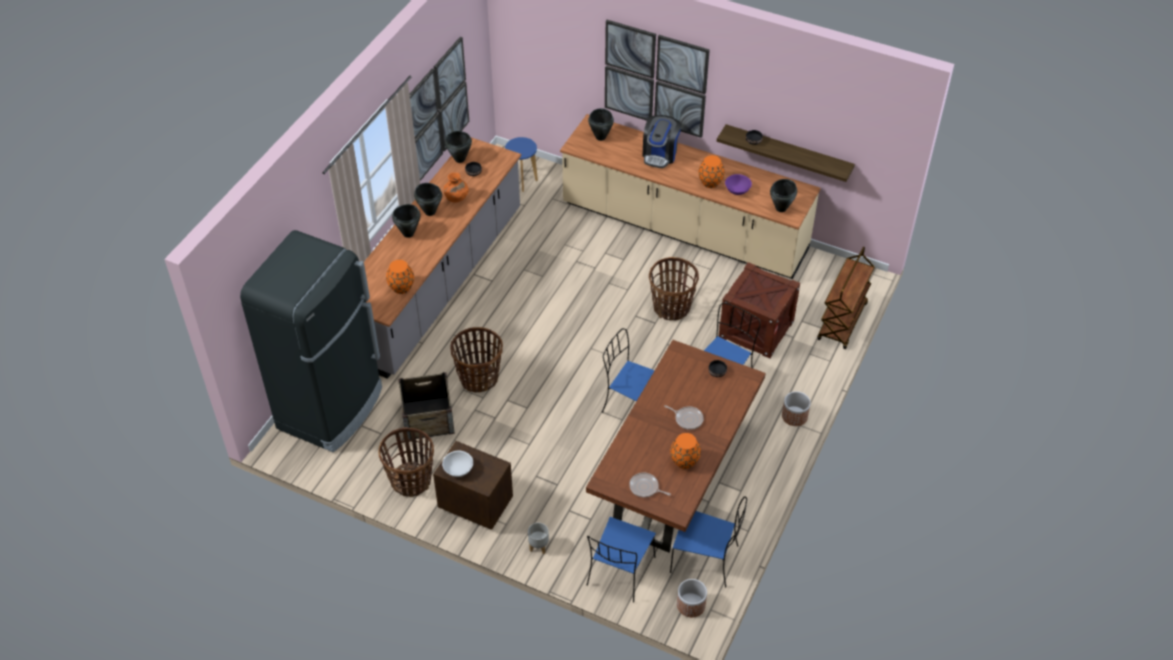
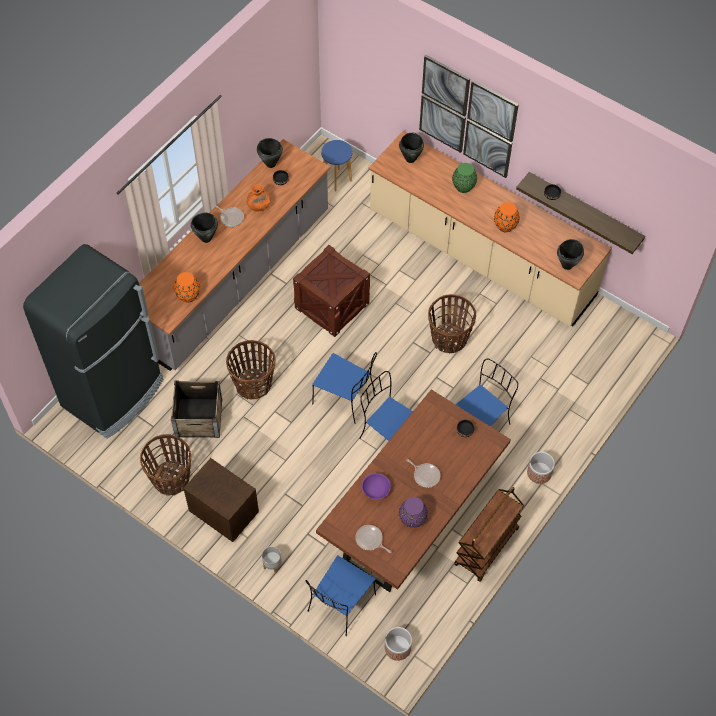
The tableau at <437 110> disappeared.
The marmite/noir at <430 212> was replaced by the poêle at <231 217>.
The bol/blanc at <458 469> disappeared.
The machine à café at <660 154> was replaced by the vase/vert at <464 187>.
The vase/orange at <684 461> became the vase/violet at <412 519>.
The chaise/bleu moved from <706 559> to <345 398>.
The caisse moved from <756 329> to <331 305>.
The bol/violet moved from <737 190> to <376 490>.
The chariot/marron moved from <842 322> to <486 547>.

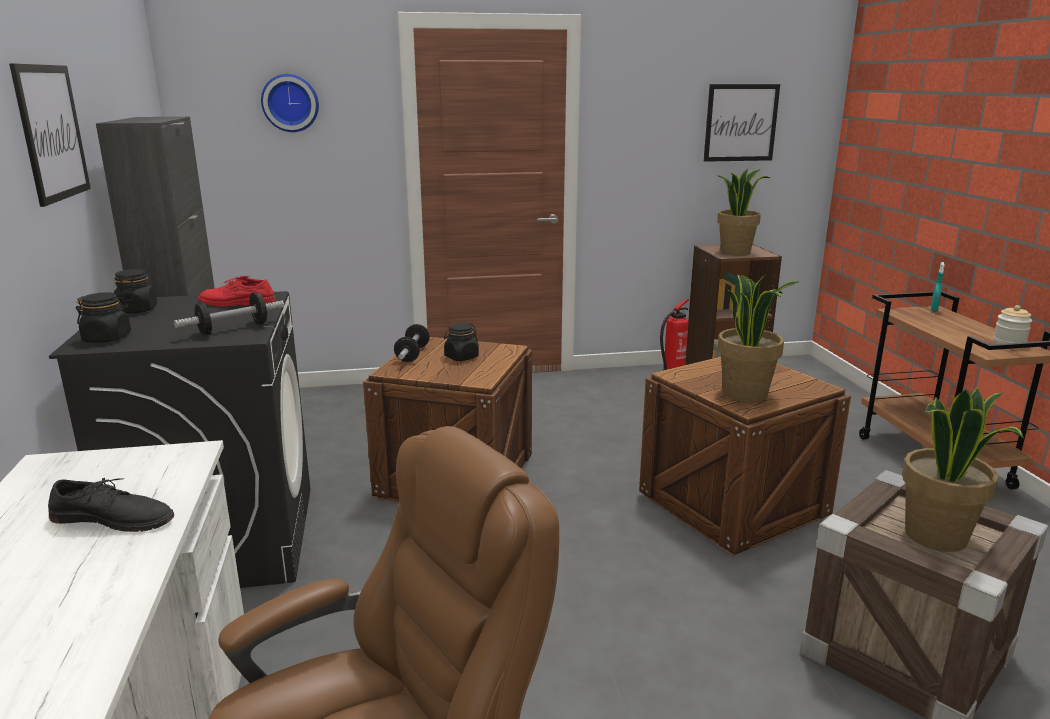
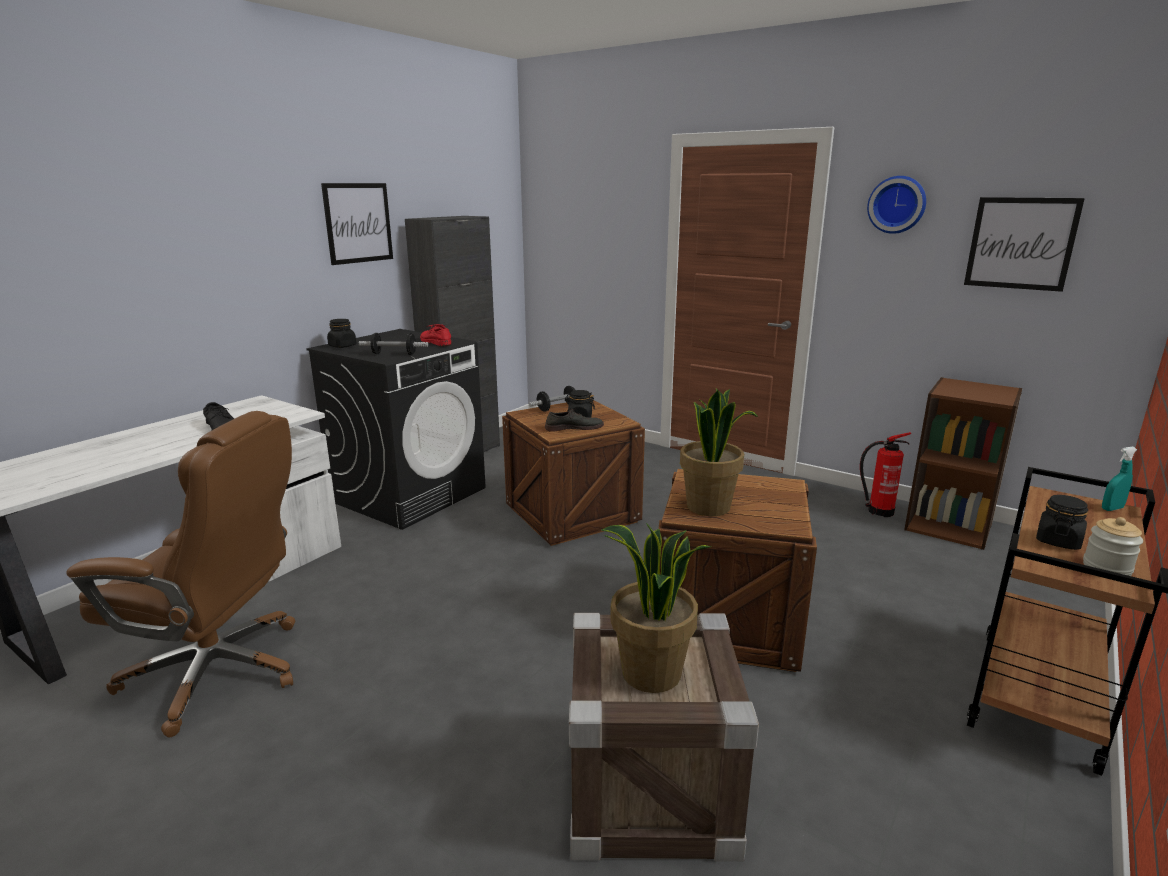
The bocal/noir moved from <137 310> to <1058 541>.
The horloge murale moved from <290 103> to <897 204>.
The plante en pot at <735 252> disappeared.
The chaussure/gris at <574 427> appeared.

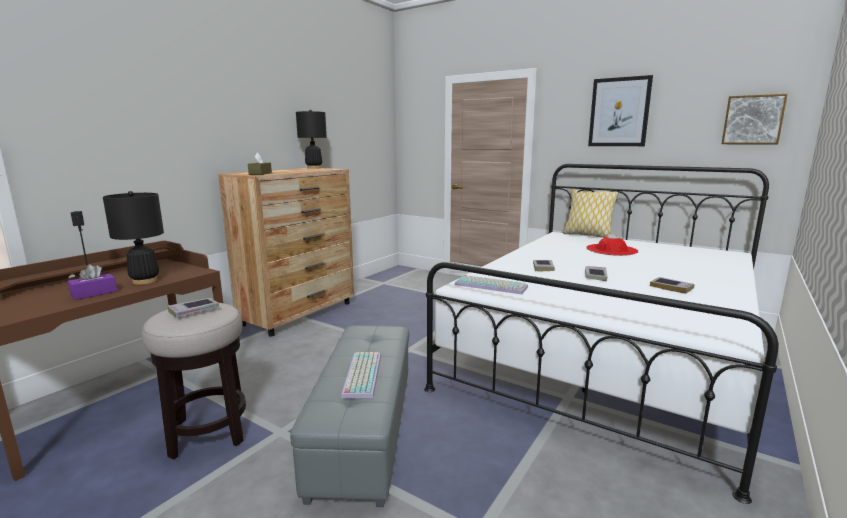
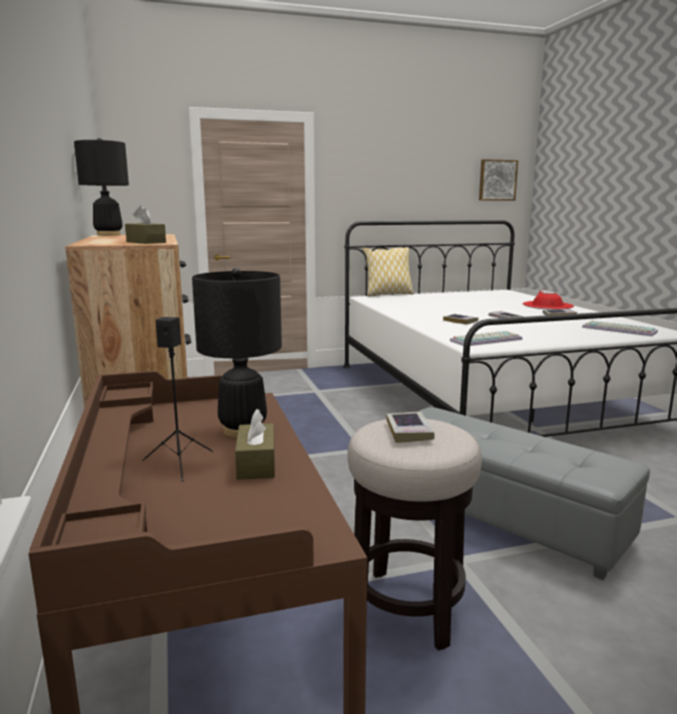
The boîte à mouchoirs/violet at <94 293> became the boîte à mouchoirs/marron at <256 463>.
The clavier moved from <361 374> to <617 330>.
The chapeau/rouge moved from <611 250> to <547 305>.
The tableau at <619 112> disappeared.

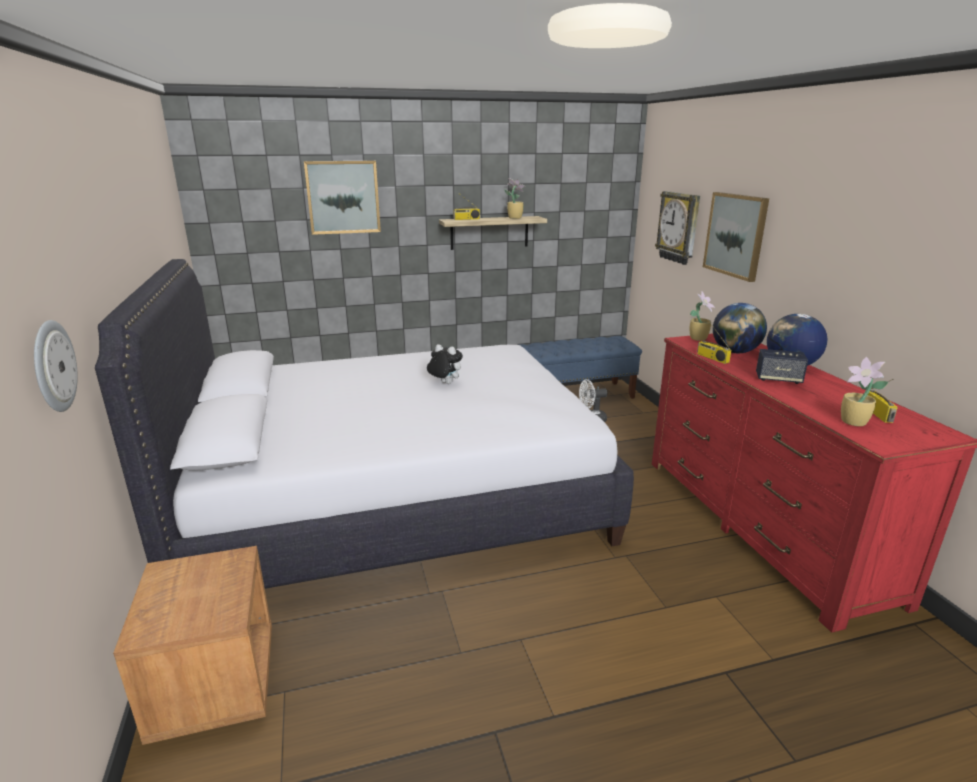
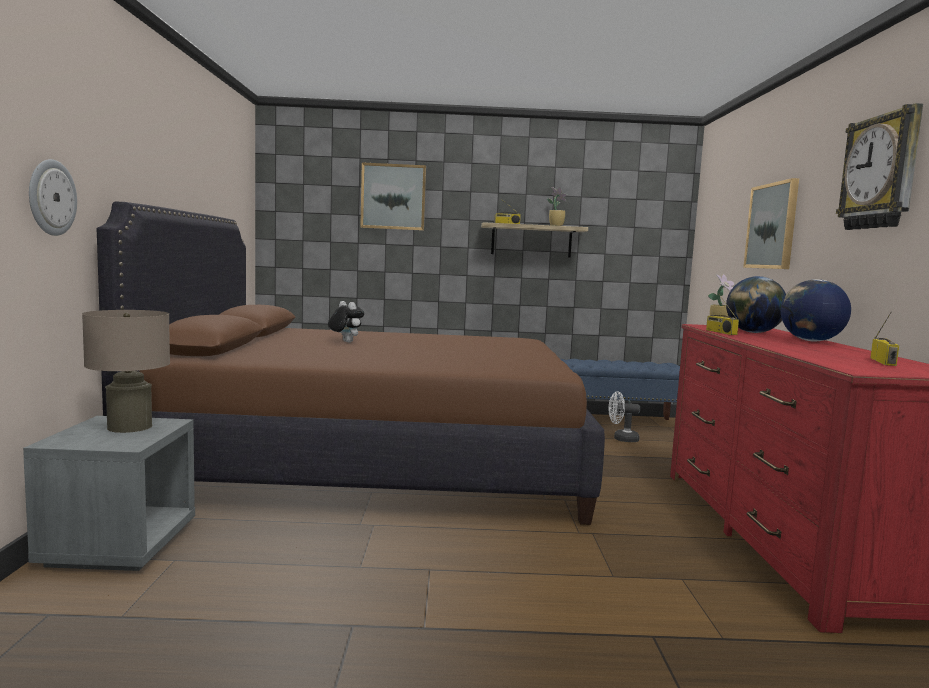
The lit/blanc at <396 500> became the lit/marron at <375 463>.
The table de chevet/marron at <215 684> became the table de chevet/gris at <119 544>.
The peluche moved from <444 383> to <345 342>.
The horloge murale moved from <679 227> to <881 172>.
The enceinte at <778 379> disappeared.
The plante en pot at <854 423> disappeared.
The lampe de table/beige at <129 427> appeared.

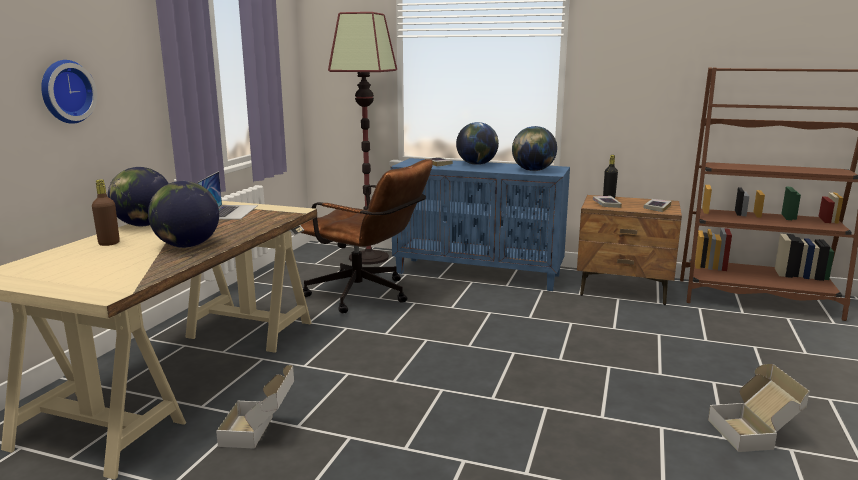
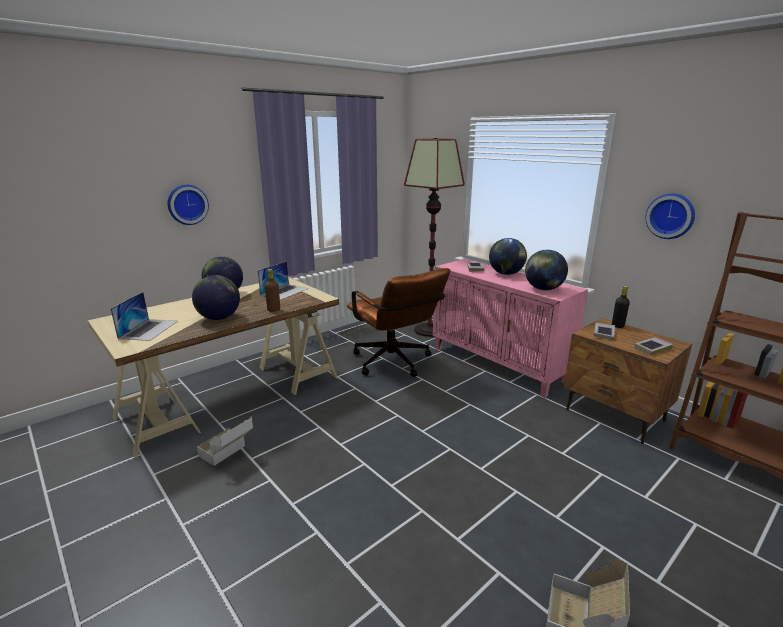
The bouteille/marron moved from <109 243> to <274 310>.
The meuble de rangement/bleu at <479 274> became the meuble de rangement/rose at <498 364>.
The ordinateur portable at <149 329> appeared.
The horloge murale at <671 216> appeared.

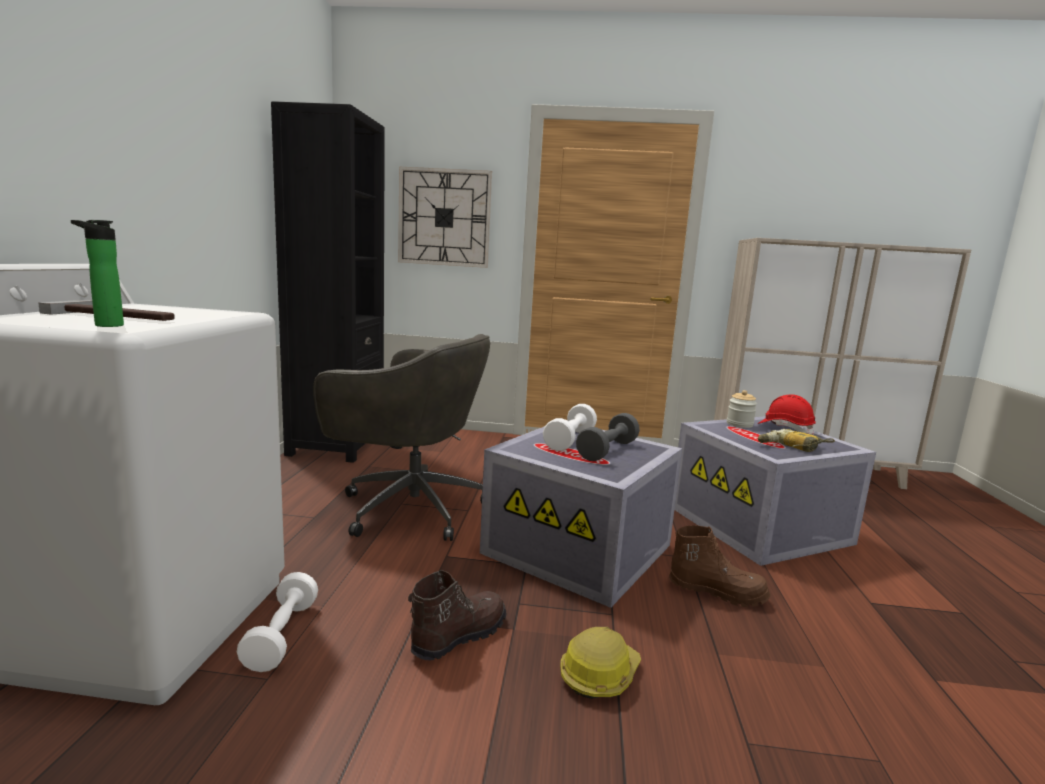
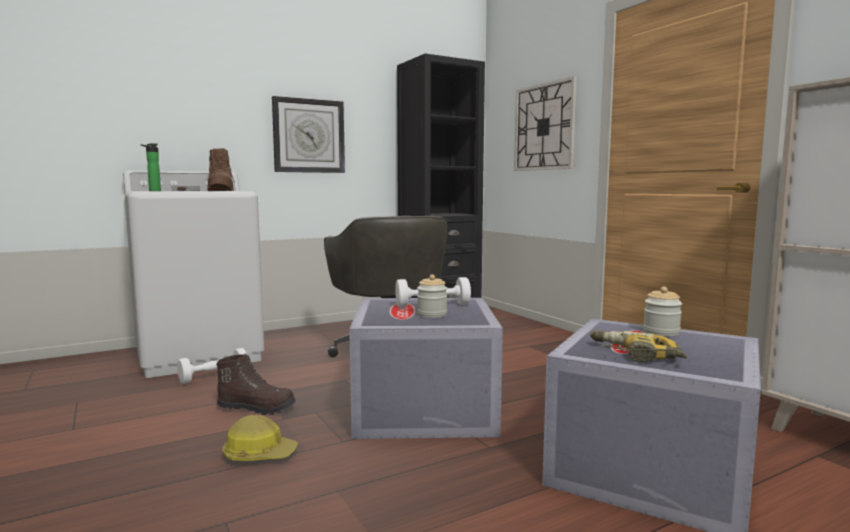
The haltère/gris at <607 451> was replaced by the bocal at <432 314>.
The botte/marron moved from <716 592> to <221 191>.
The casque de chantier/rouge at <785 428> disappeared.
The horloge murale at <309 136> appeared.

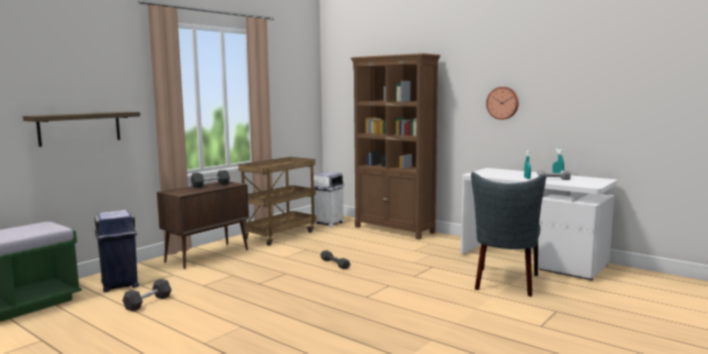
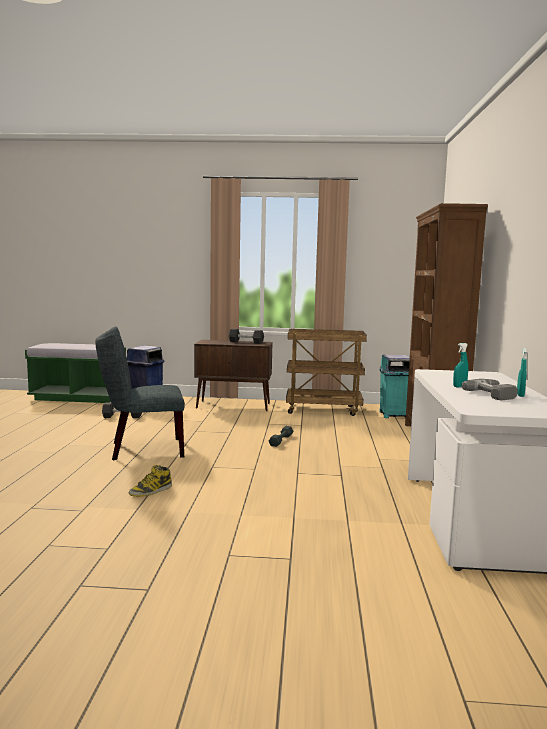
The étagère at <80 128> disappeared.
The poubelle/blanc at <328 223> became the poubelle/turquoise at <393 415>.
The chaise/gris moved from <505 283> to <142 449>.
The horloge murale at <503 103> disappeared.
The botte at <151 491> appeared.

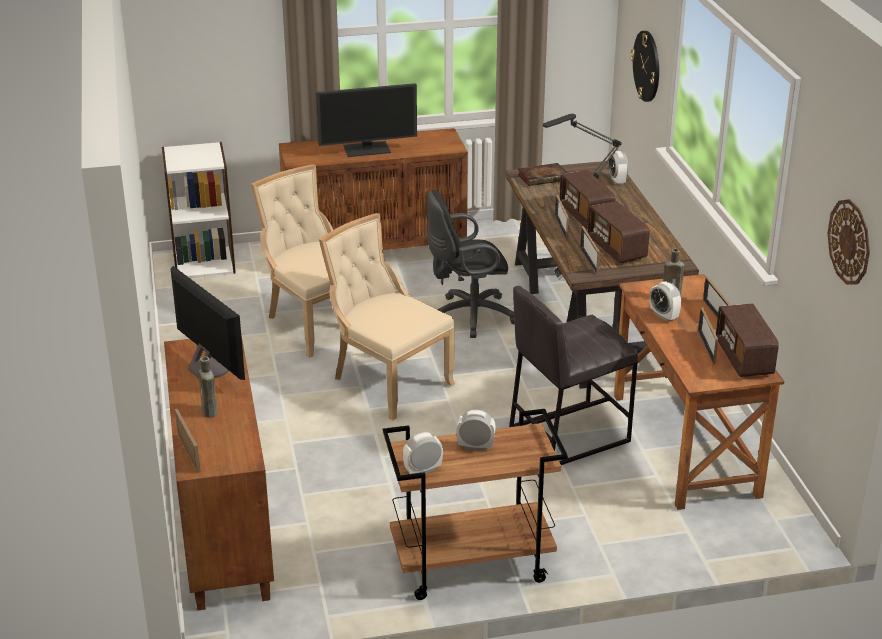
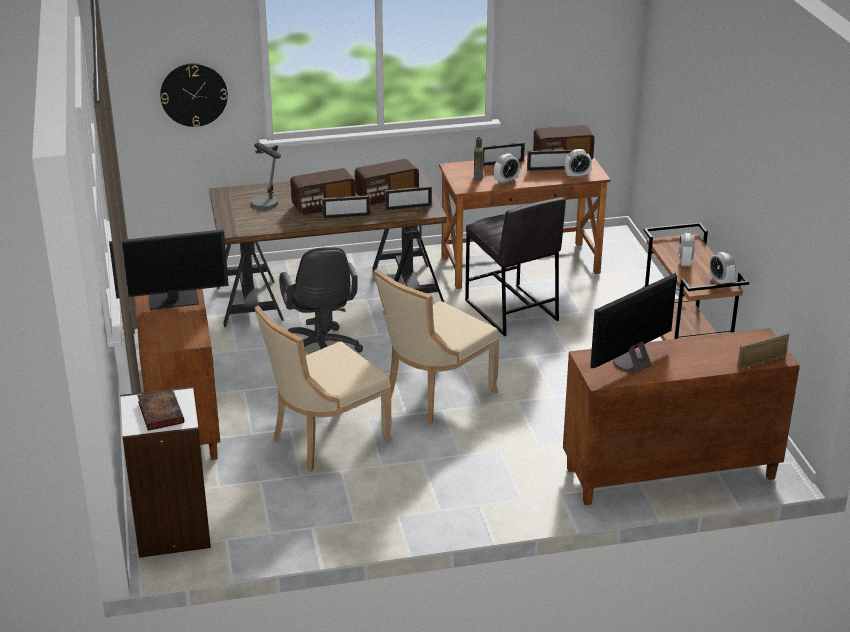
The bouteille/marron at <210 412> disappeared.
The écran d'ordinateur at <367 149> turned 90 degrees clockwise.
The livre moved from <544 177> to <160 412>.
The réveil moved from <617 181> to <577 176>.
The horloge murale at <849 242> disappeared.

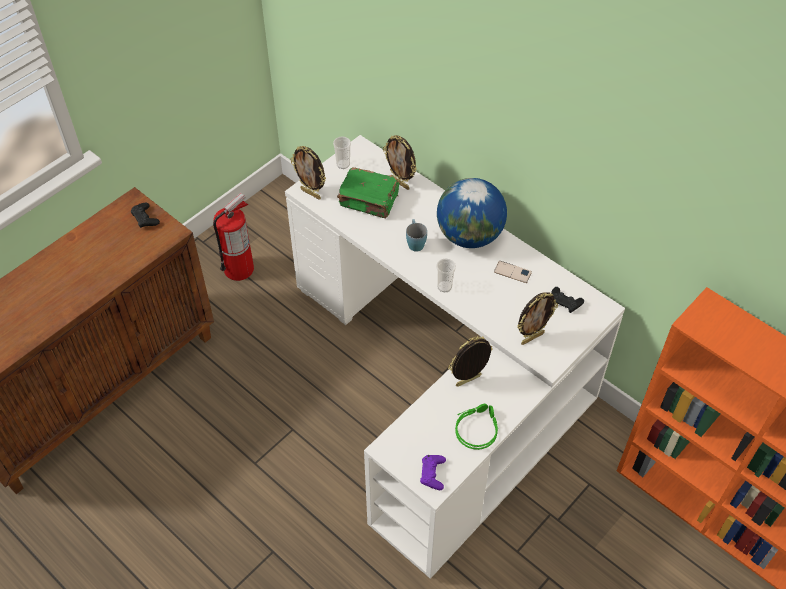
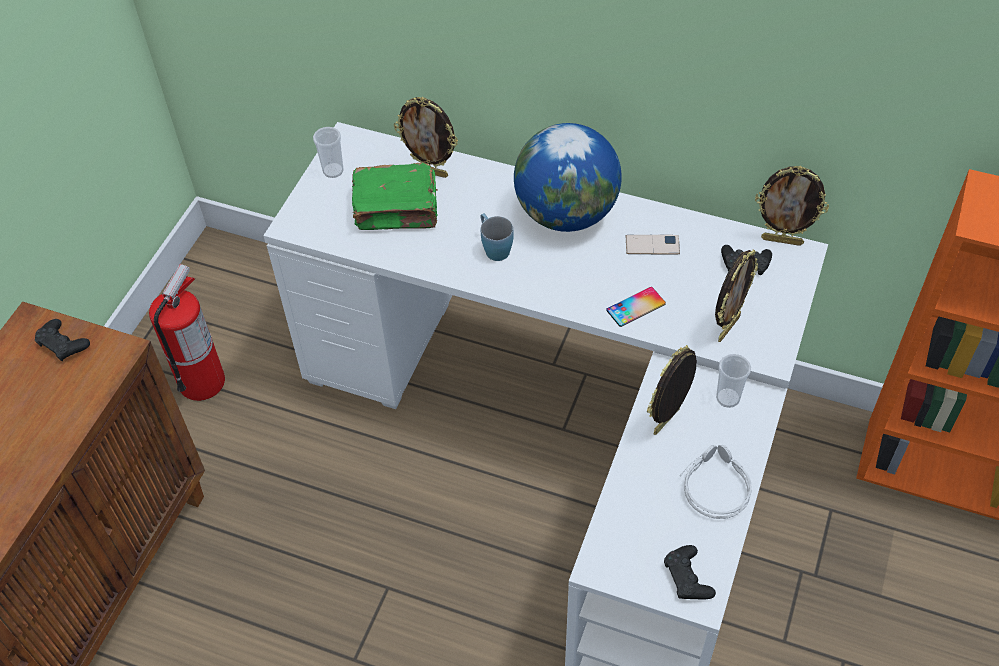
The cadre photo moved from <311 193> to <782 240>.
The manette/violet at <432 474> became the manette/noir at <687 577>.
The tasse moved from <444 287> to <728 398>.
The casque audio/vert at <476 428> became the casque audio/gris at <714 485>.
The téléphone at <635 307> appeared.

